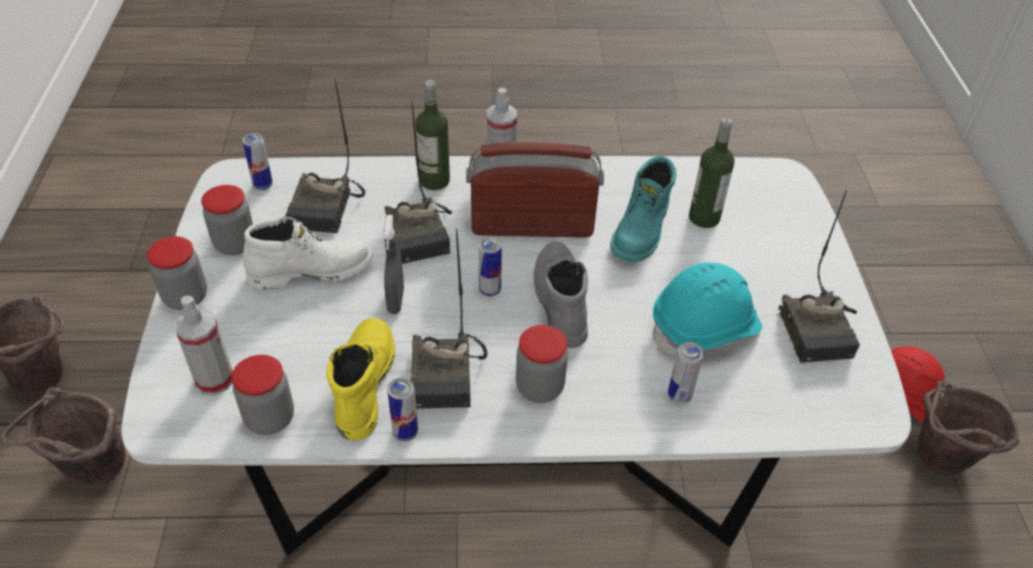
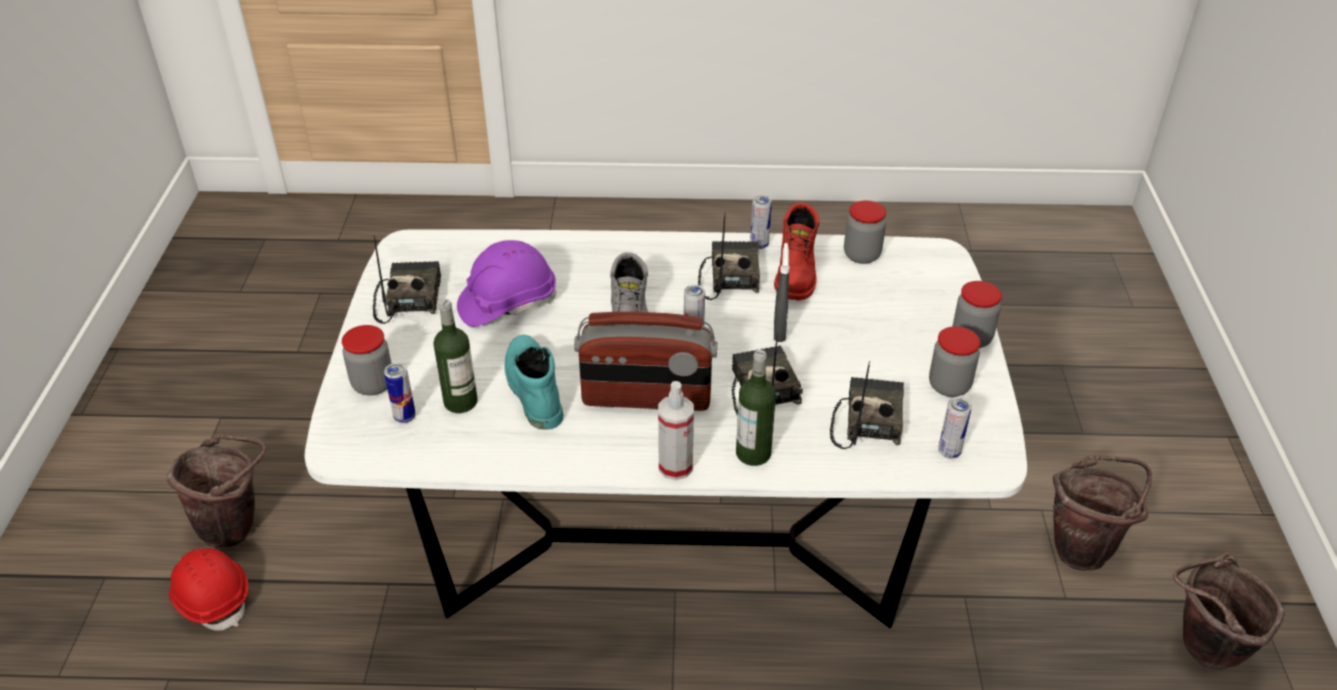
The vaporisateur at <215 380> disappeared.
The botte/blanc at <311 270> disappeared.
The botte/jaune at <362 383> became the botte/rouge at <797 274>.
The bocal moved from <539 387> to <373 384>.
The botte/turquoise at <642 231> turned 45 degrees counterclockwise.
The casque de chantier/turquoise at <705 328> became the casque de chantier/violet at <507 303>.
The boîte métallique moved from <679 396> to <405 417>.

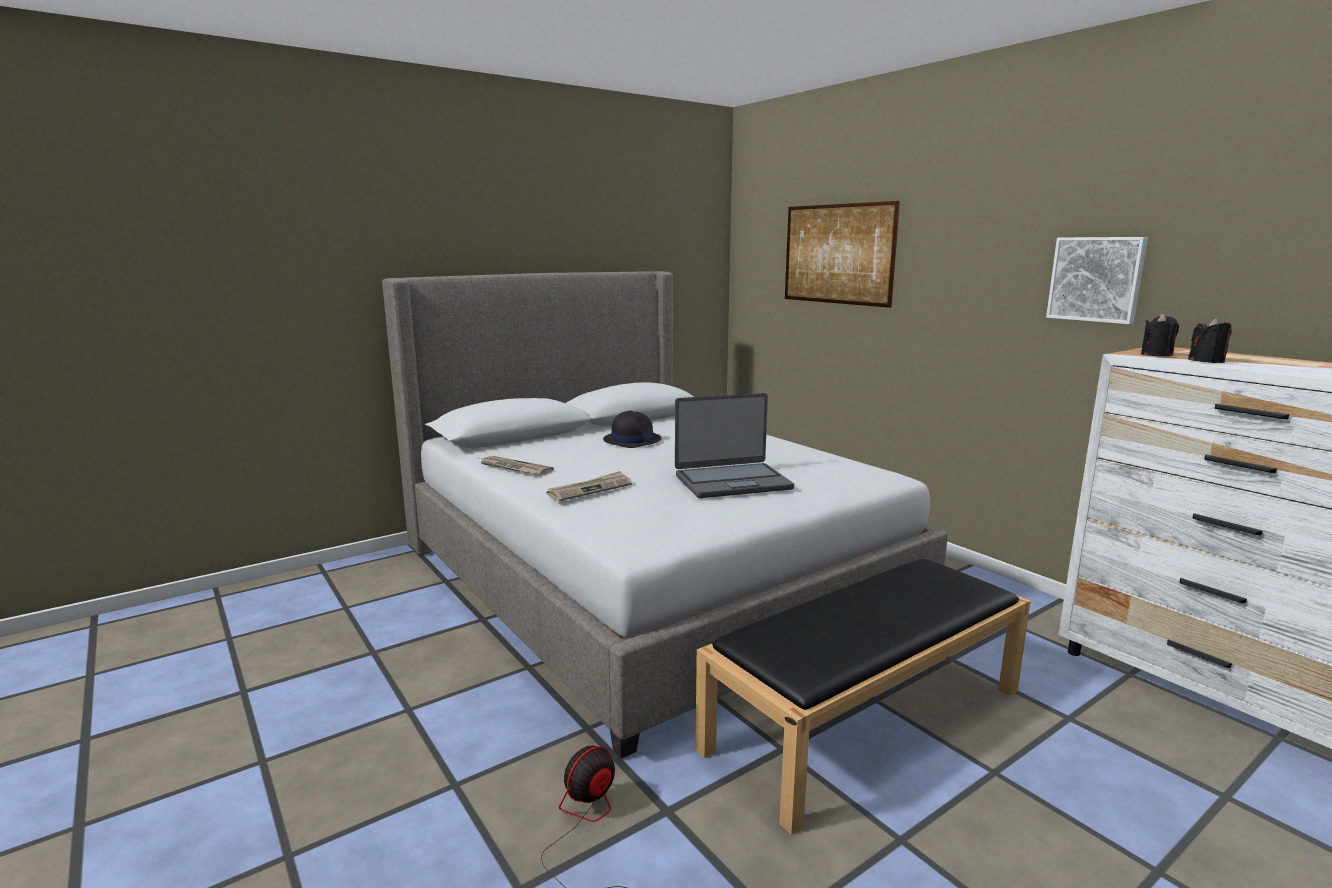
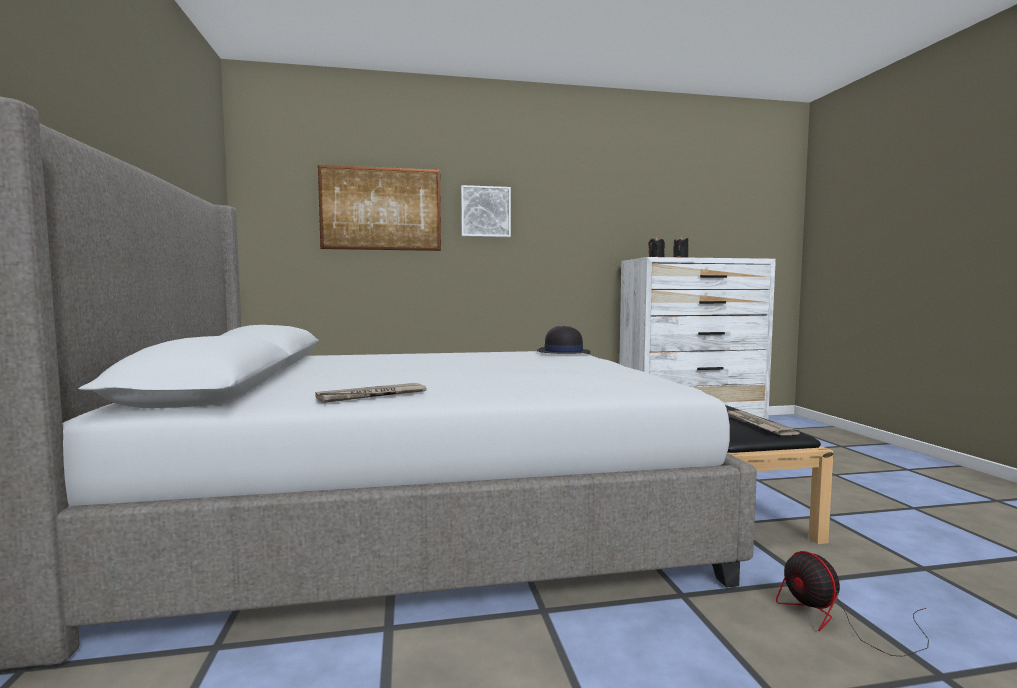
The journal moved from <590 489> to <757 425>.
The chapeau/noir moved from <632 440> to <563 352>.
The ordinateur portable at <732 482> disappeared.
The tableau moved from <1096 279> to <485 212>.

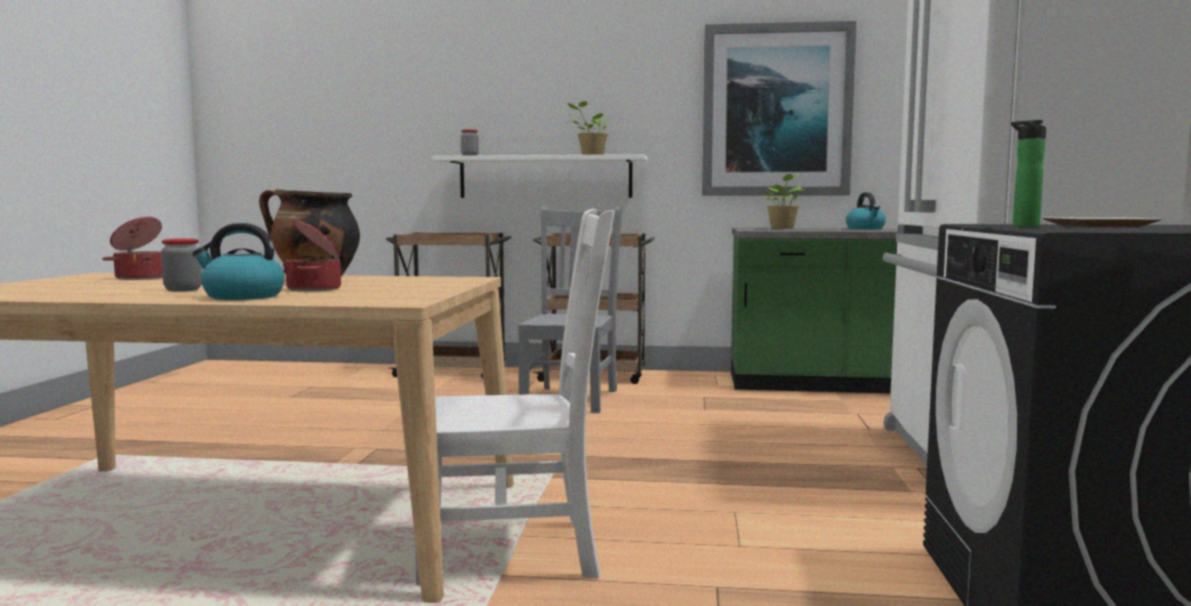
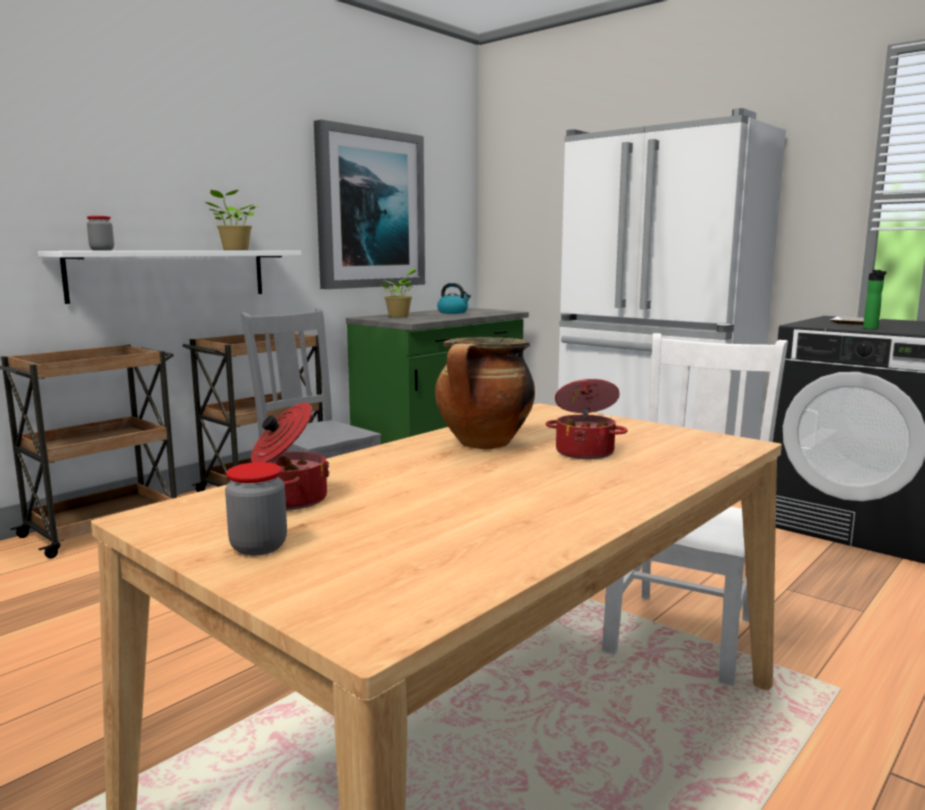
The bocal moved from <183 290> to <258 547>.
The bouilloire at <242 296> disappeared.

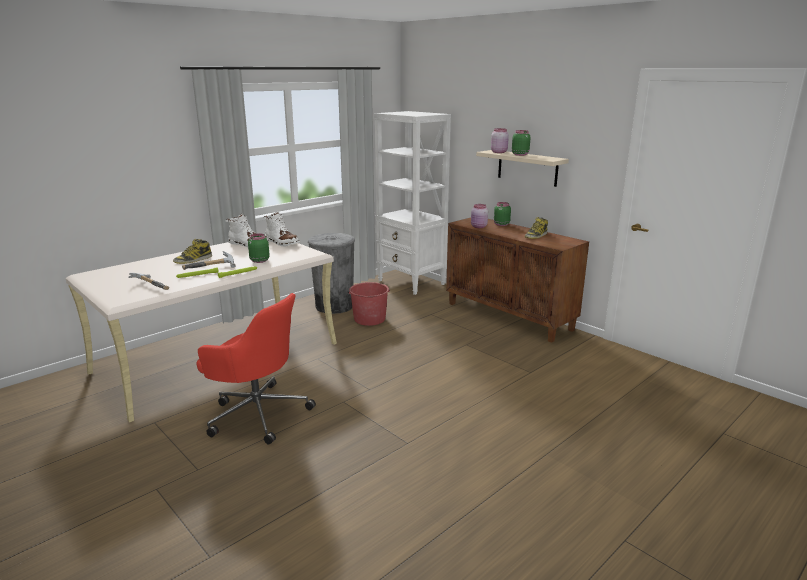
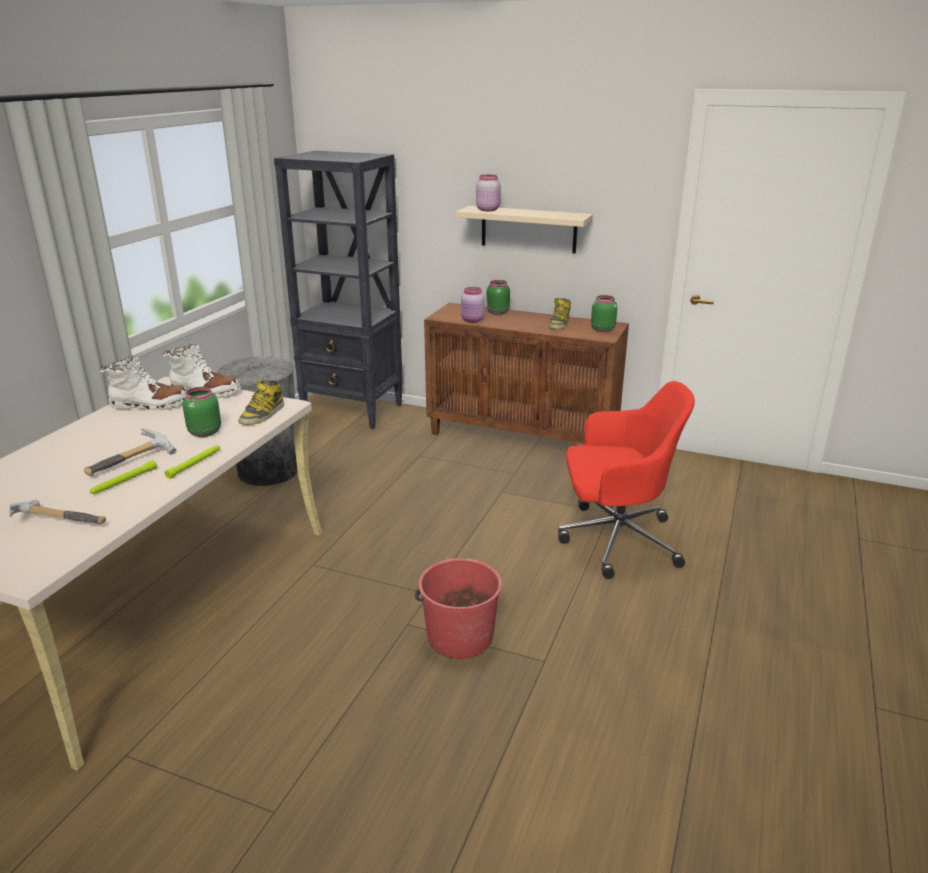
The botte moved from <193 260> to <262 415>.
The chaise de bureau/rouge moved from <257 413> to <615 540>.
The seau/rouge moved from <369 319> to <459 636>.
The bibliothèque/blanc at <411 282> became the bibliothèque/noir at <353 411>.
The bocal/vert moved from <520 154> to <602 329>.

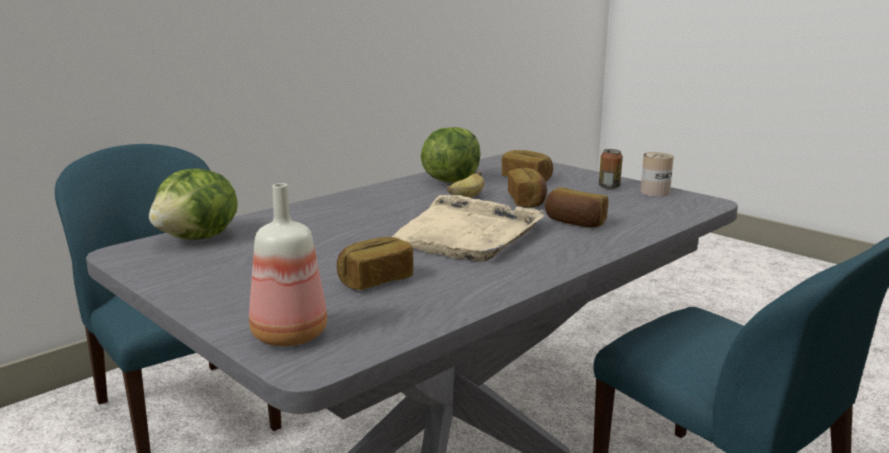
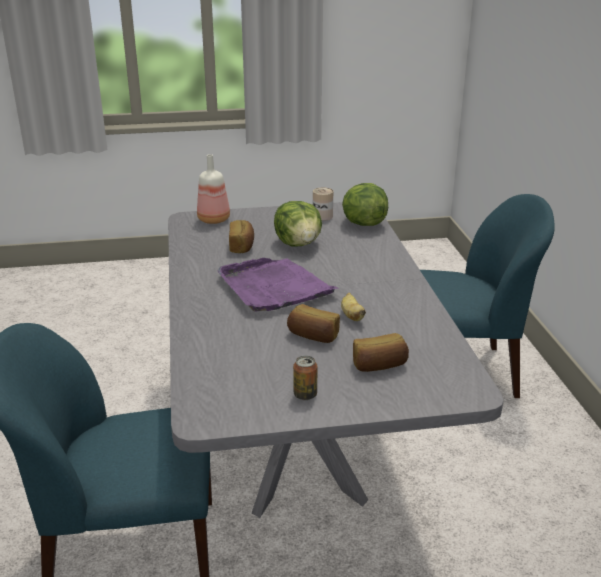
The plateau/beige at <466 234> became the plateau/violet at <274 287>.
The laitue moved from <451 180> to <299 244>.
The pain at <575 222> disappeared.
The boîte métallique moved from <655 192> to <322 216>.

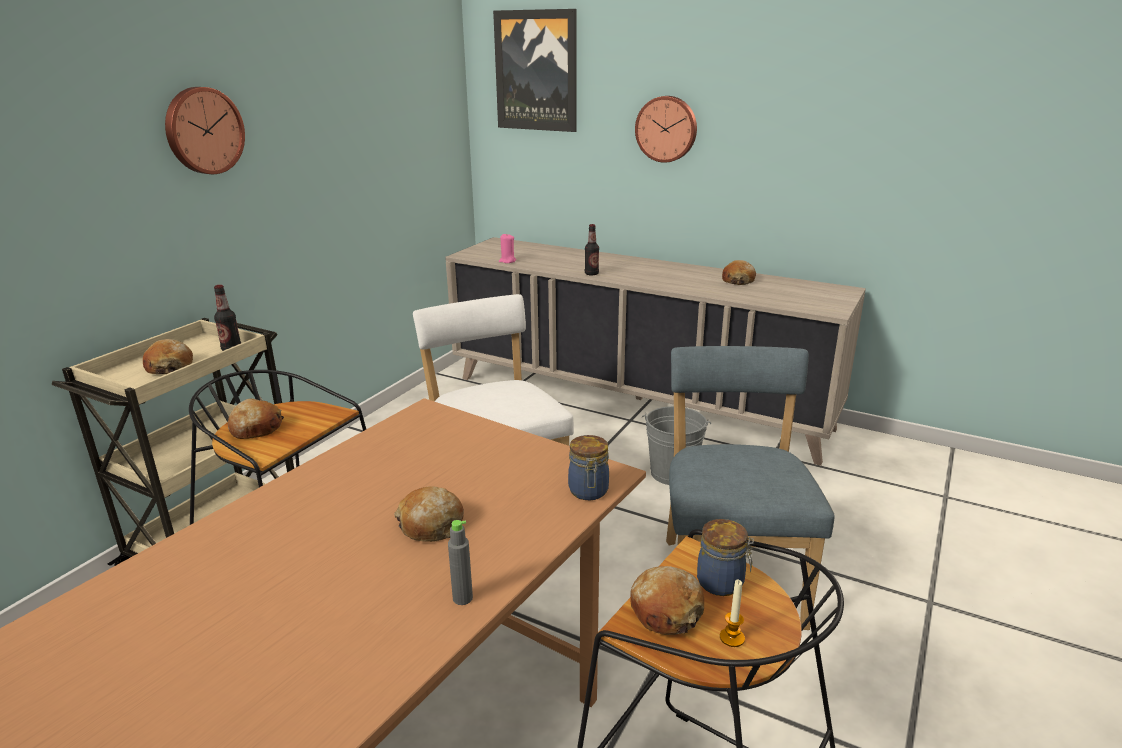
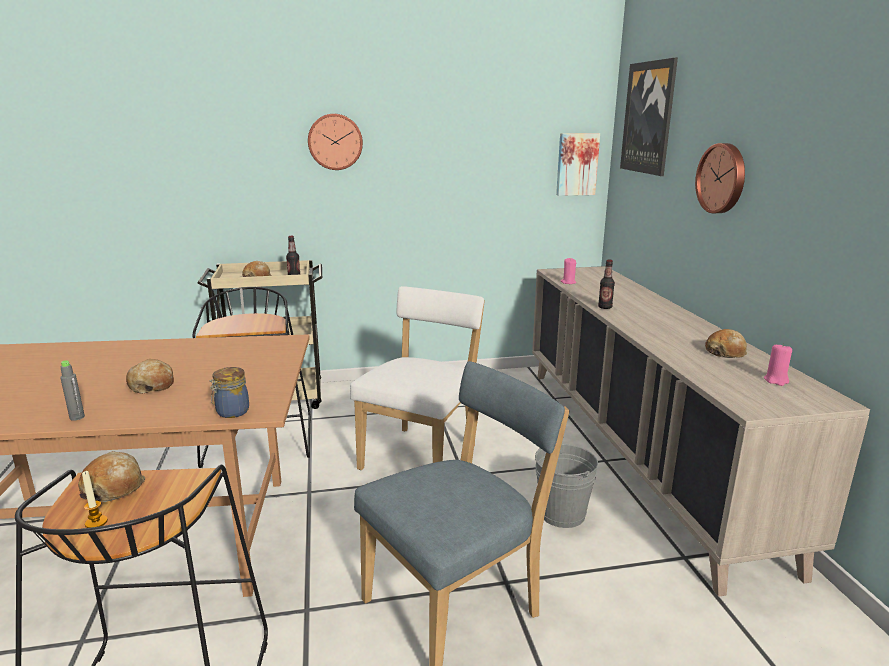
The pain at <256 428> disappeared.
The bocal at <722 583> disappeared.
The tableau at <576 164> appeared.
The bougie/rose at <776 380> appeared.

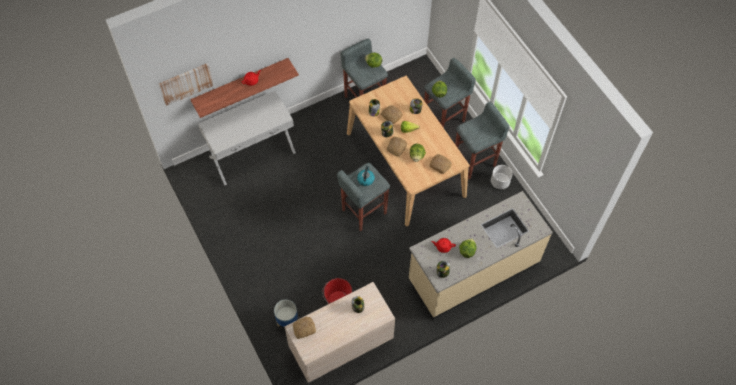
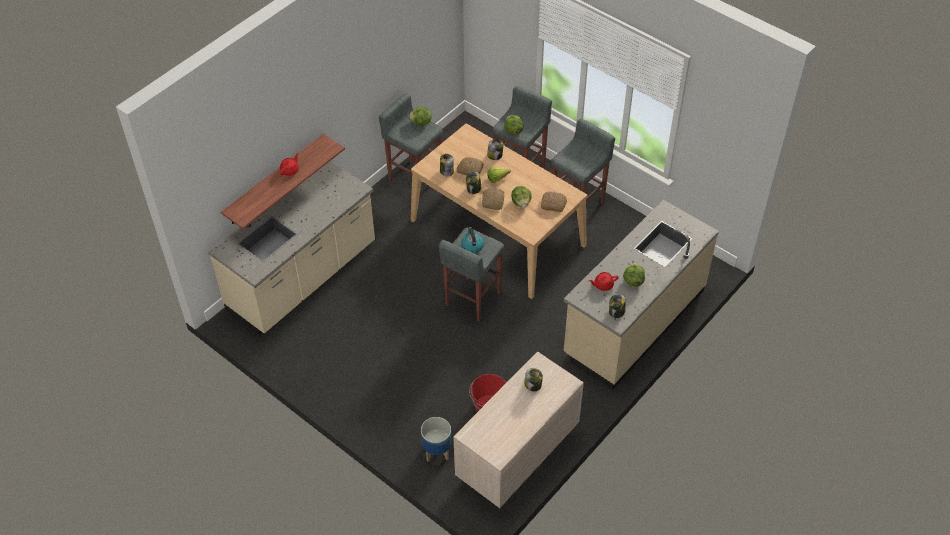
The tableau at <186 83> disappeared.
The table console/blanc at <252 154> was replaced by the comptoir de cuisine/beige at <303 278>.
The pain at <304 329> disappeared.
The cache-pot/blanc at <499 182> disappeared.

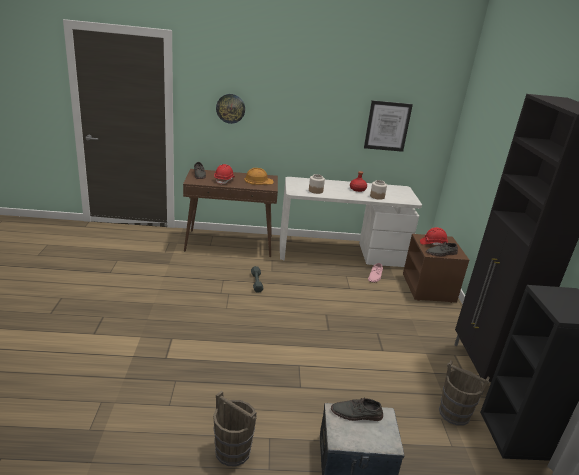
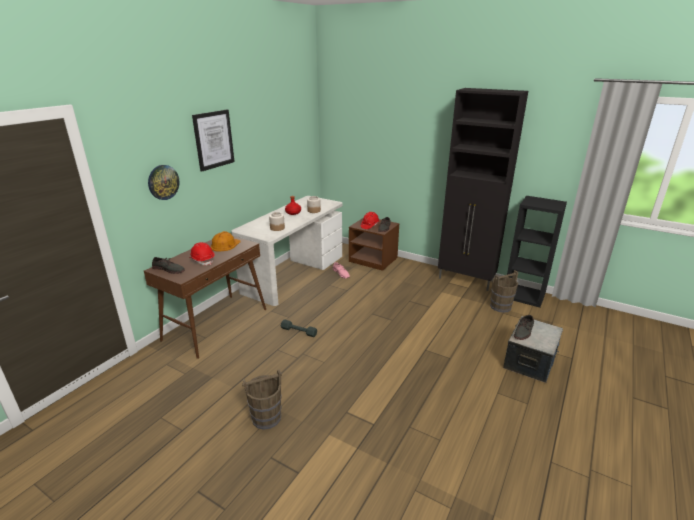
The seau/marron moved from <233 451> to <266 418>.
The tableau moved from <387 126> to <213 139>.

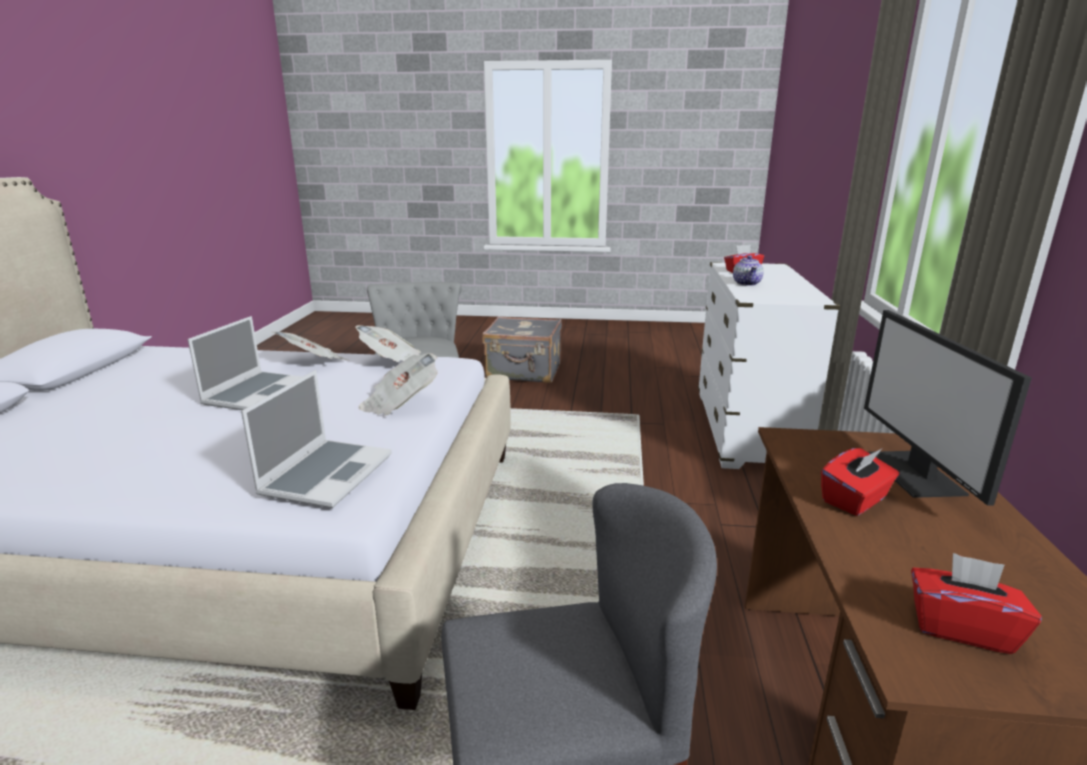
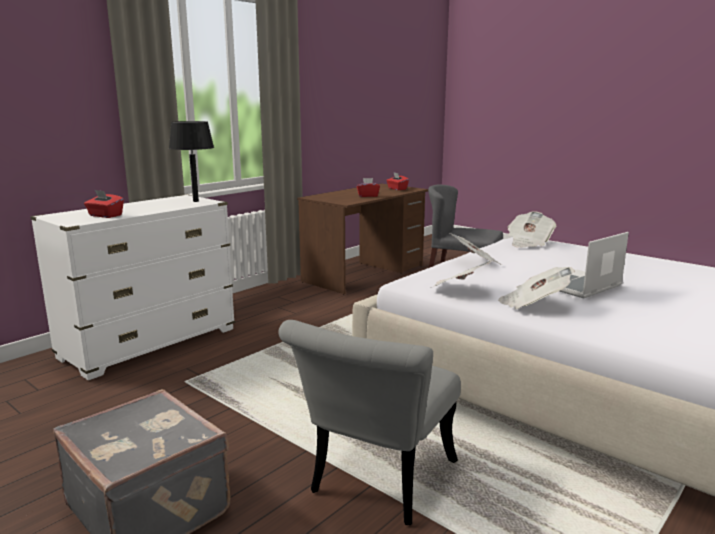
The ordinateur portable at <326 474> was replaced by the journal at <528 243>.
The théière at <747 283> disappeared.
The écran d'ordinateur at <916 474> disappeared.
The lampe de table/noir at <196 201> appeared.

